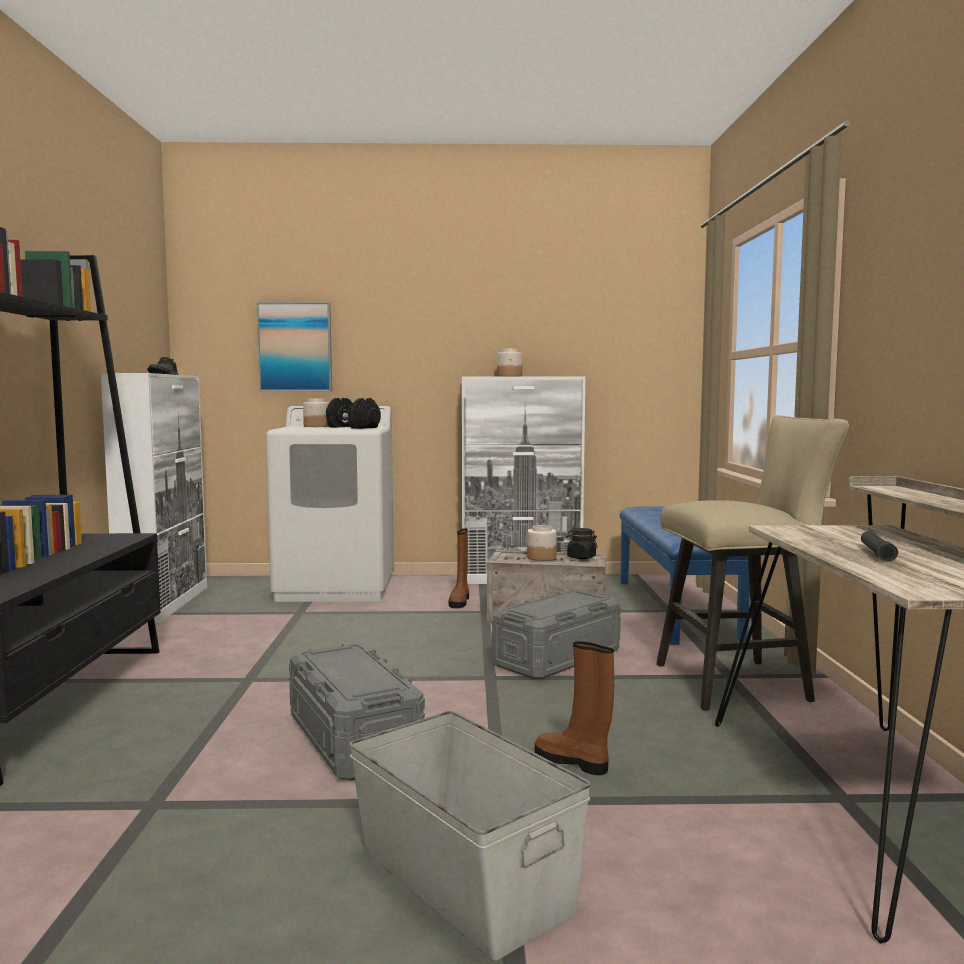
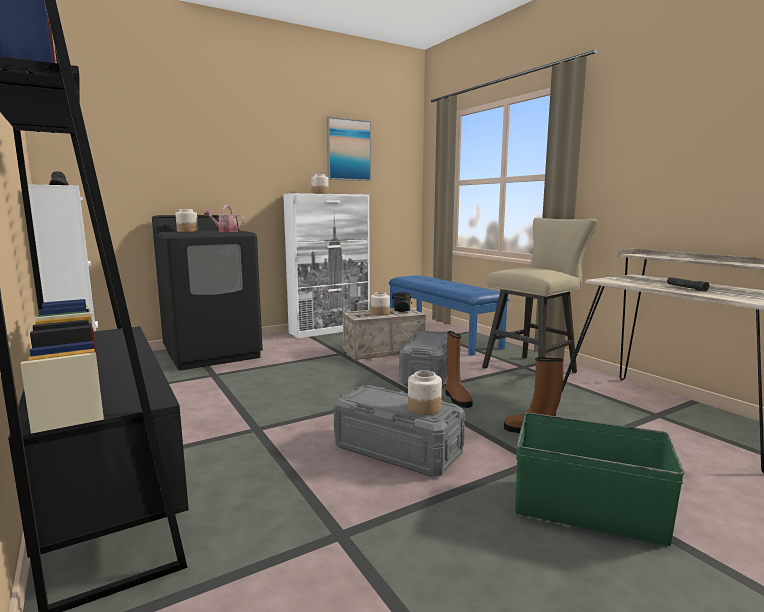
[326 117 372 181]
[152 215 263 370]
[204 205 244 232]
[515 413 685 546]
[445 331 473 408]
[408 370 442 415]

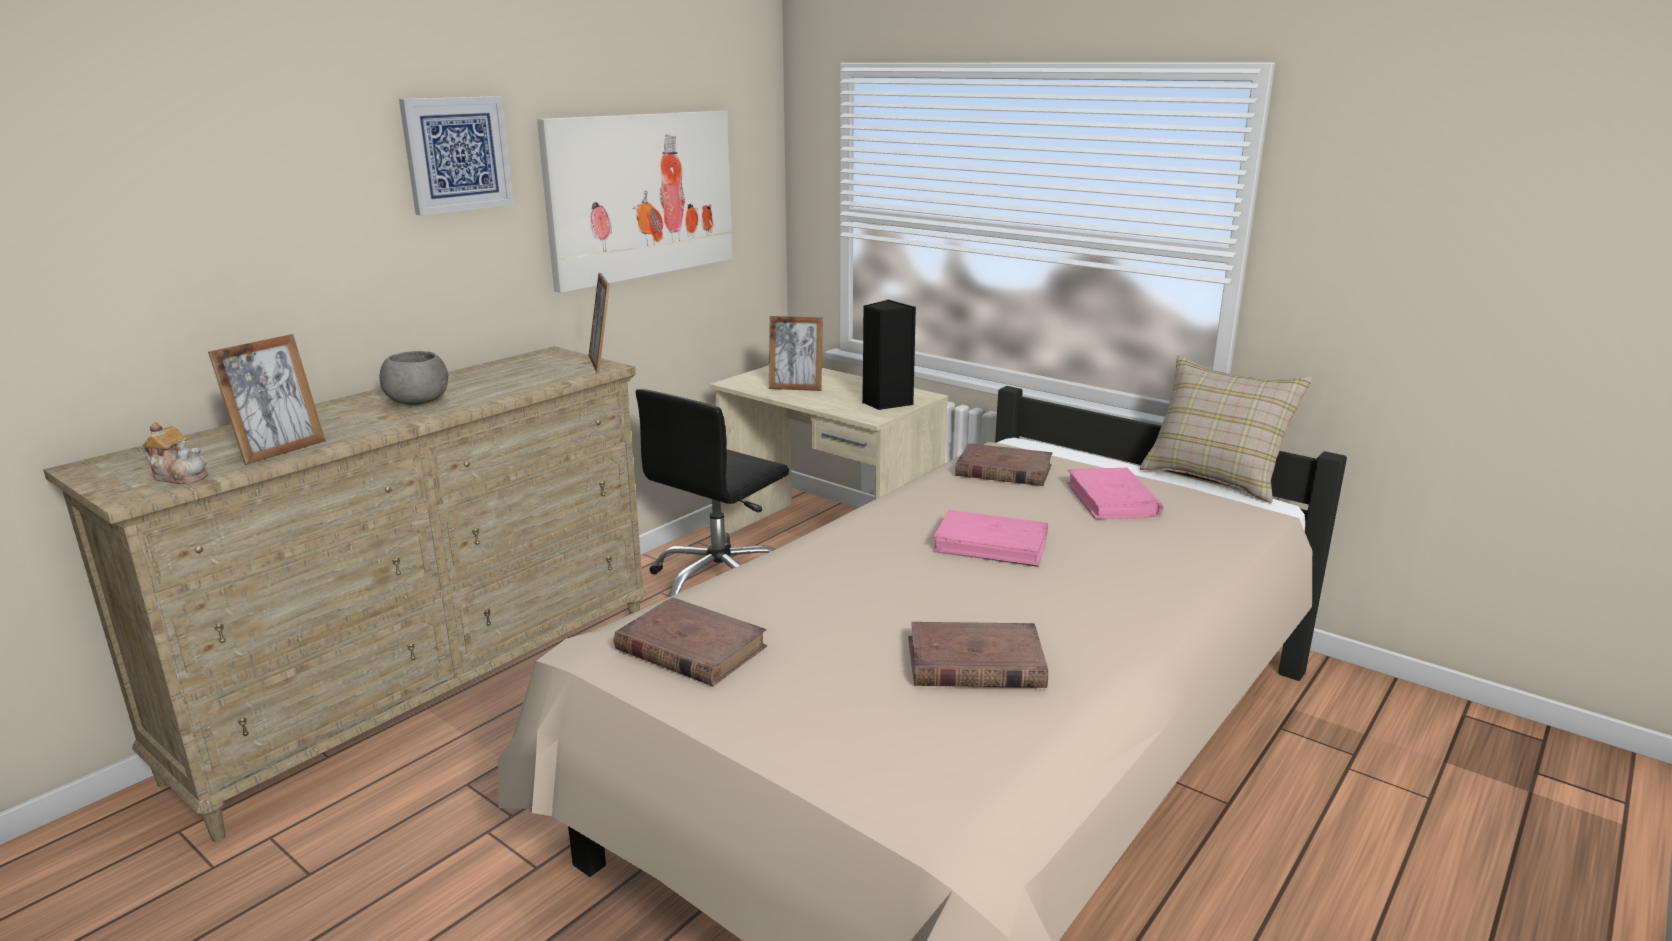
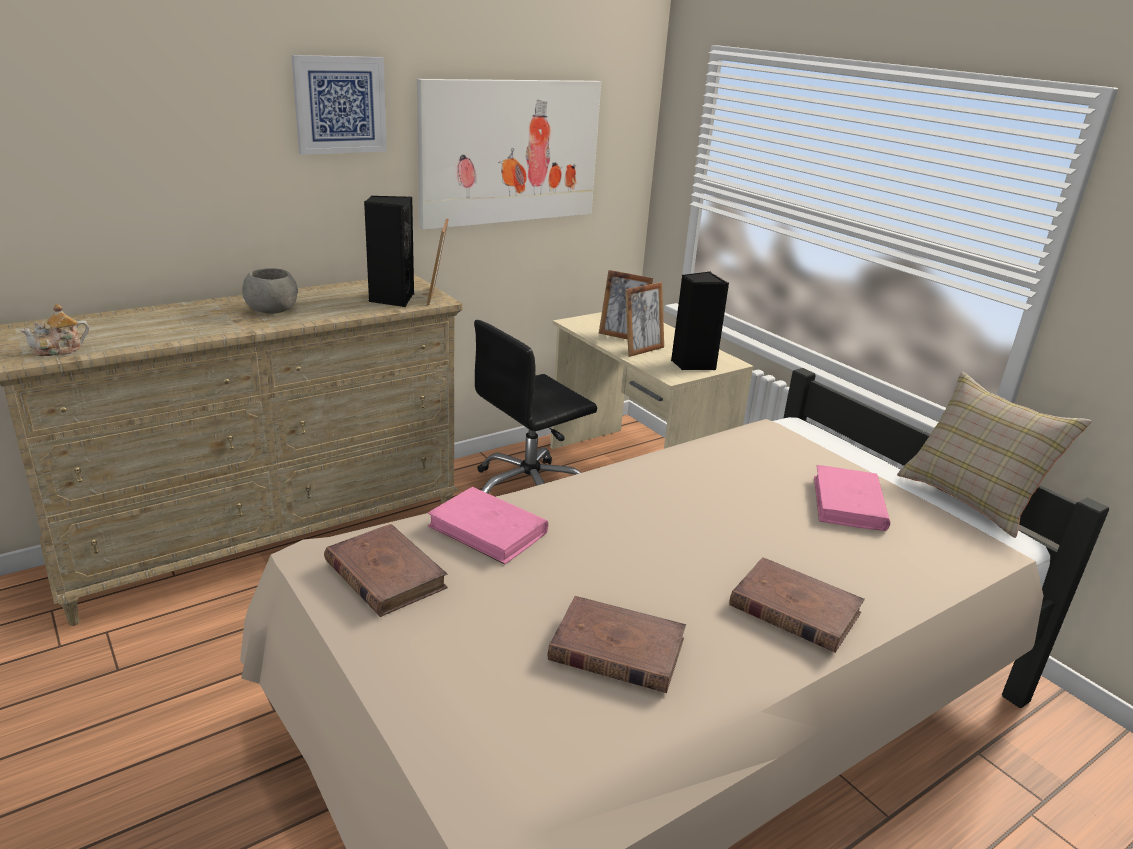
[20 304 89 356]
[625 282 664 357]
[428 487 548 565]
[729 557 865 653]
[364 196 414 307]

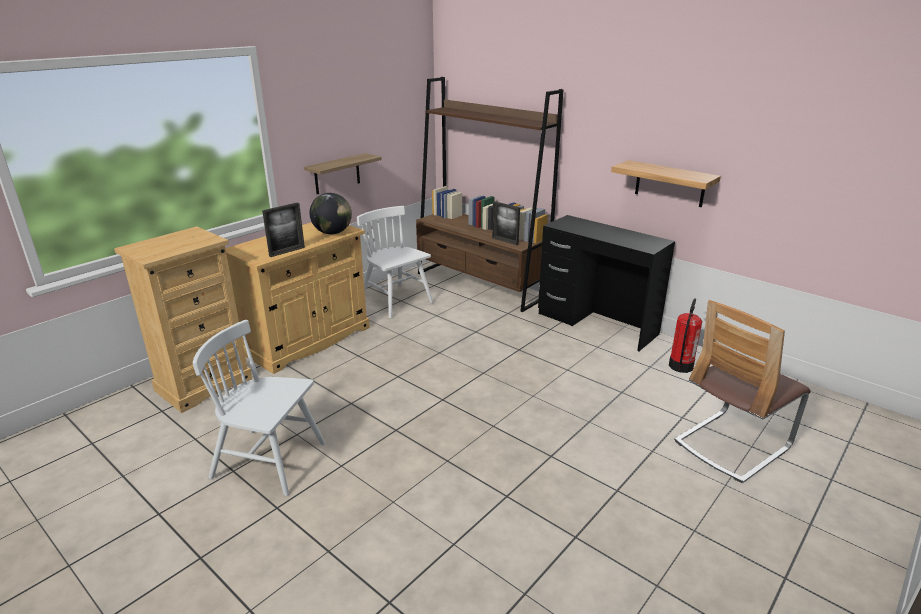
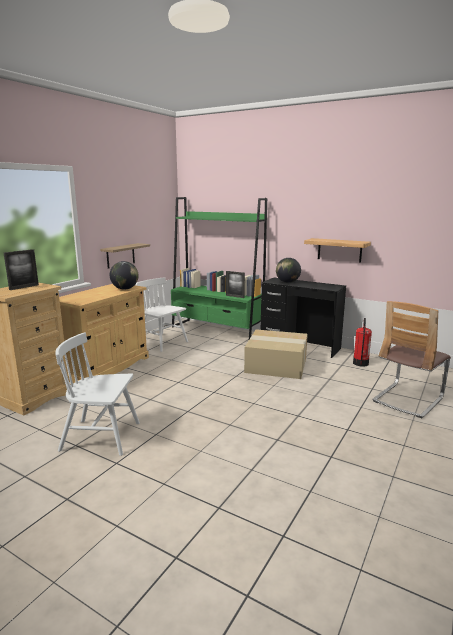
[4 249 39 290]
[171 197 267 339]
[244 329 308 379]
[276 258 301 283]

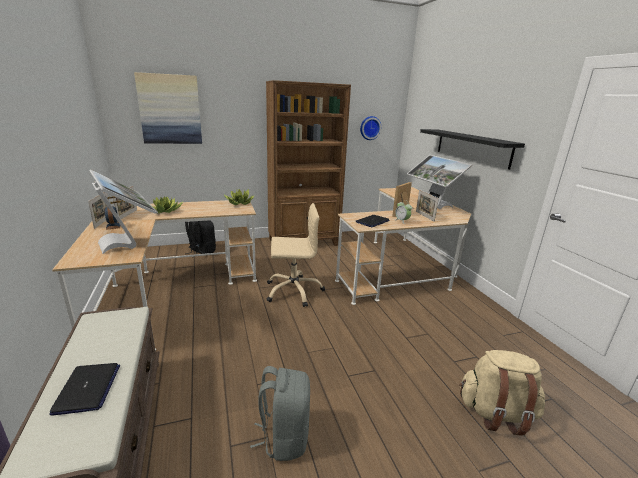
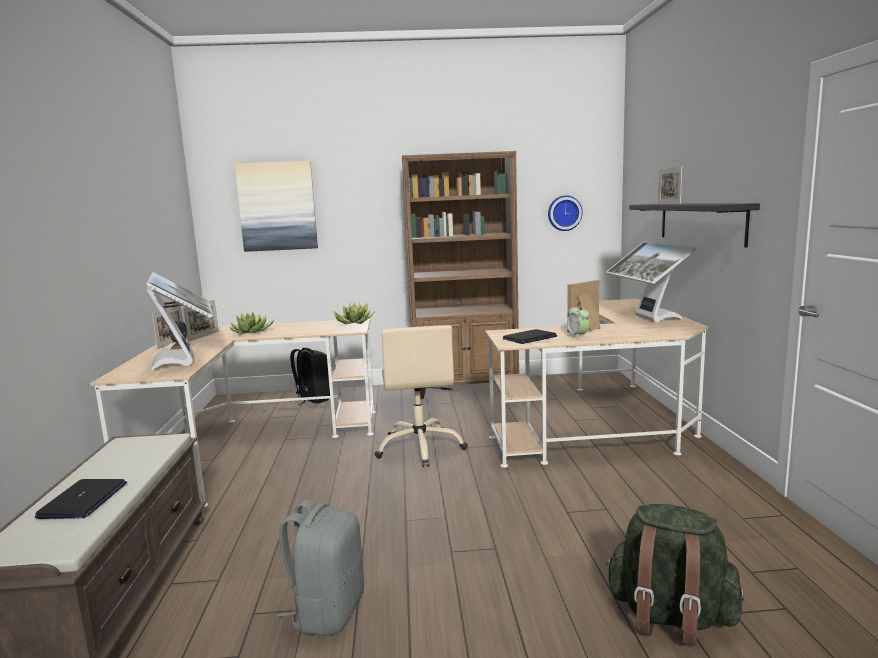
[375 325 468 467]
[658 166 682 204]
[605 504 744 646]

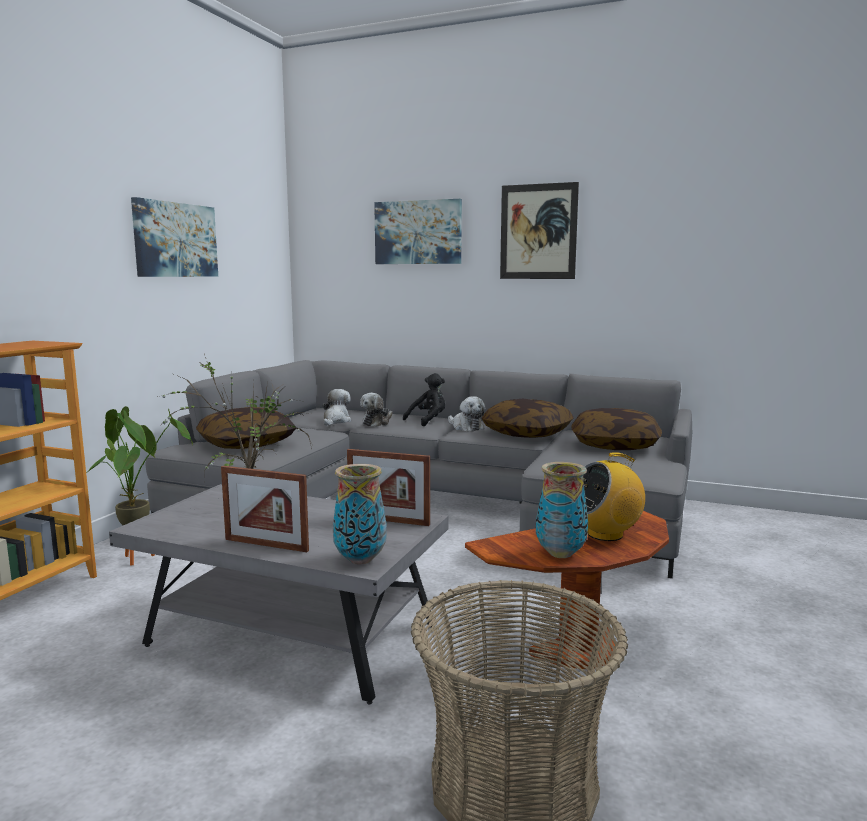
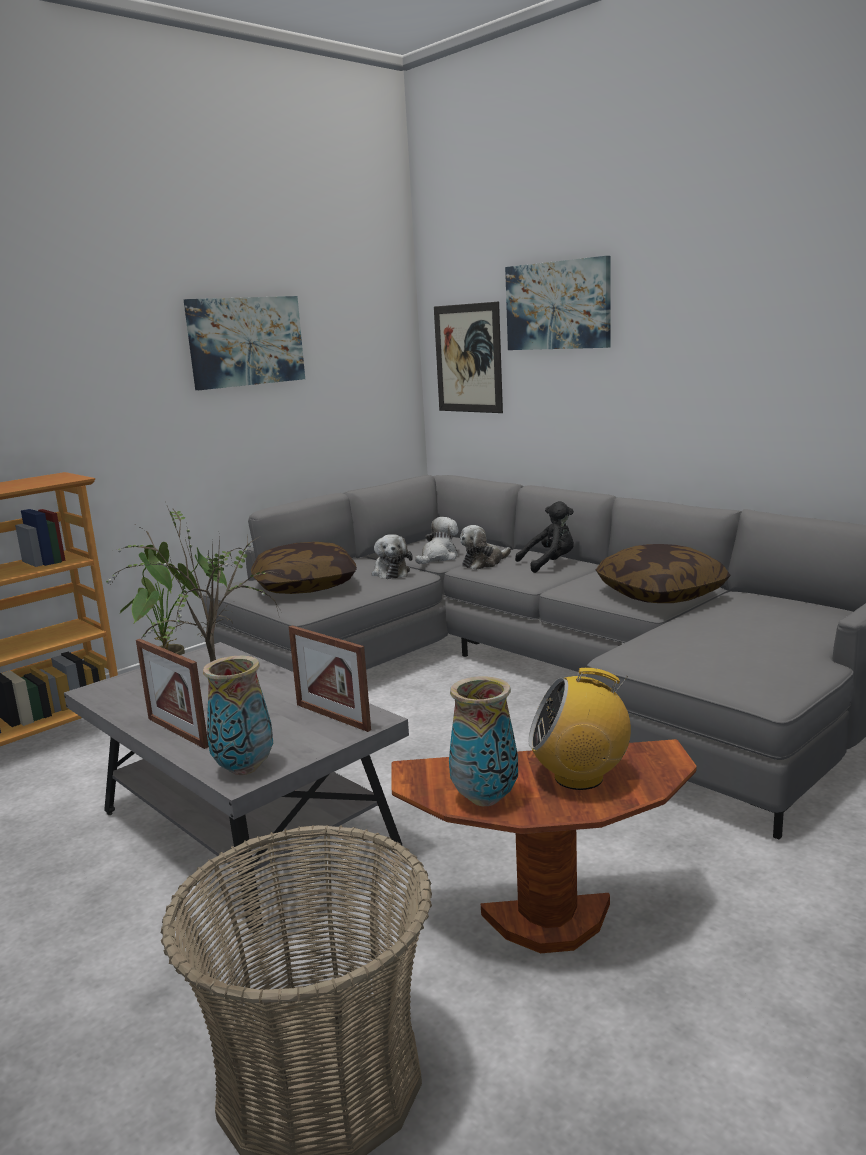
[372 534 413 579]
[434 302 503 413]
[571 408 662 450] (first image)

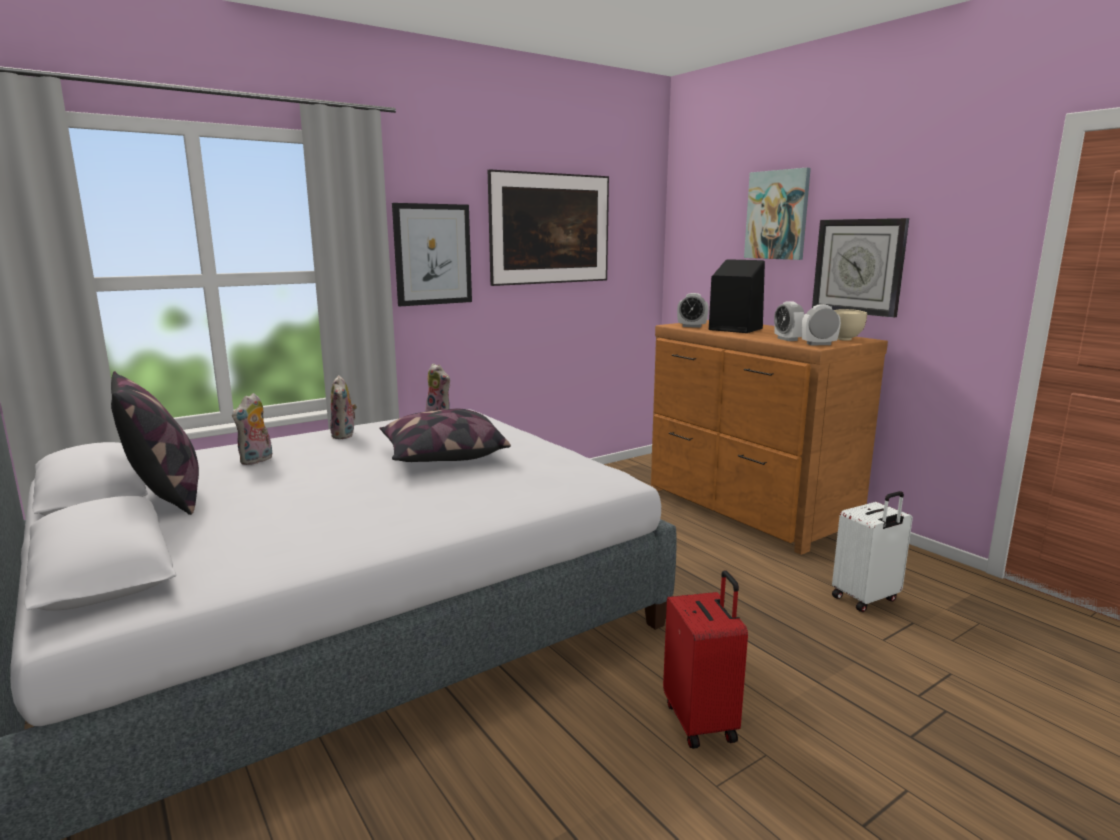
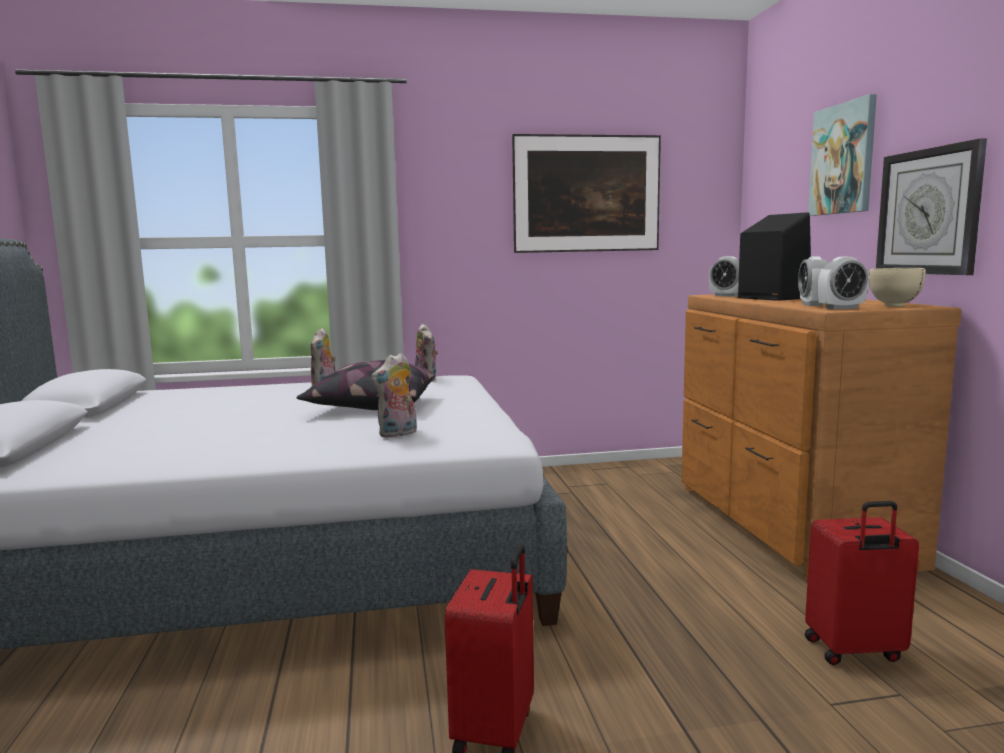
[111 371 199 515] (first image)
[371 353 417 438]
[392 203 472 306] (first image)
[818 257 869 310]
[805 501 919 665]

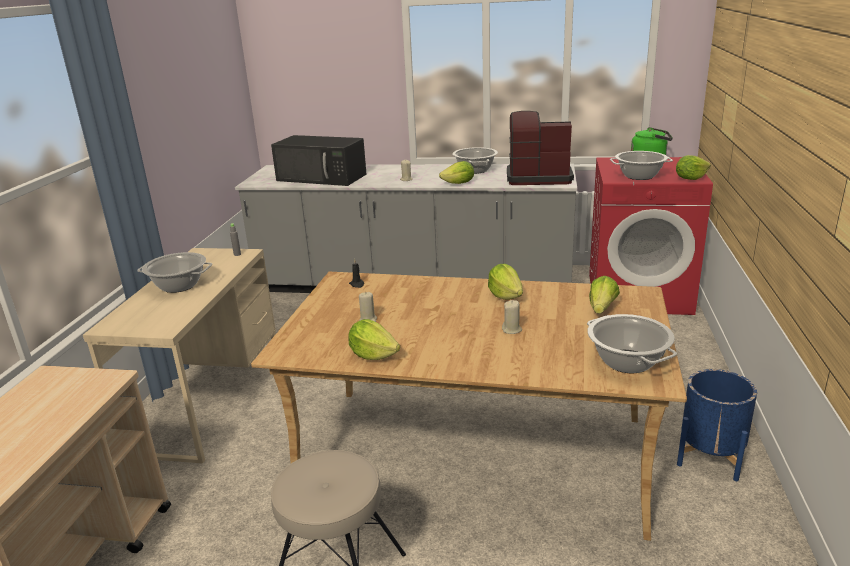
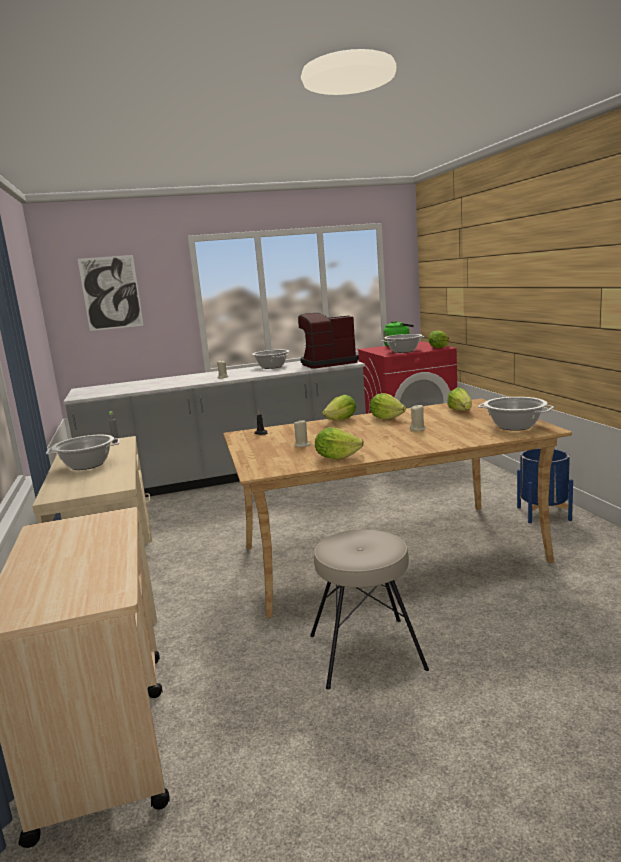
[271 135 367 186] (first image)
[322 395 356 420]
[78 255 144 331]

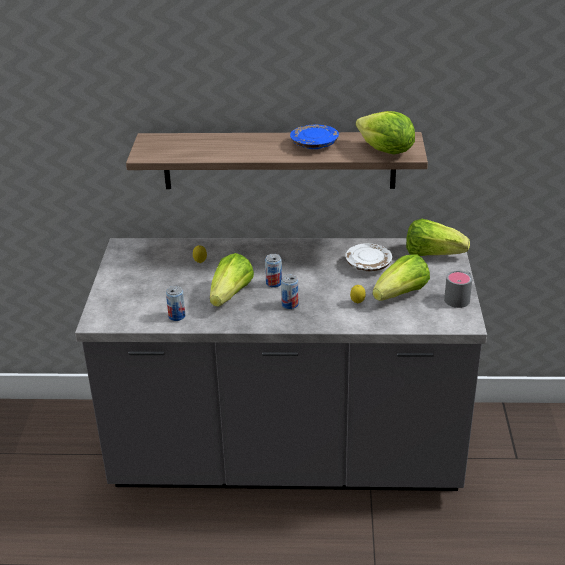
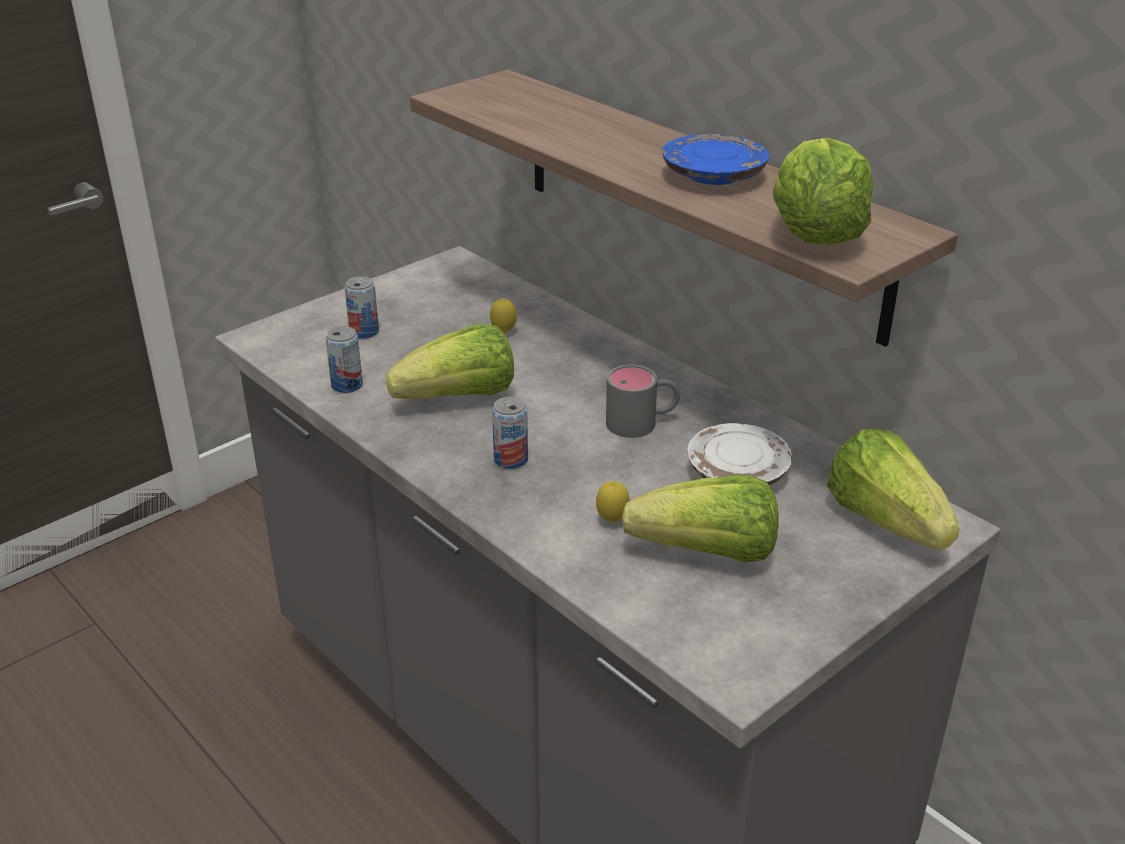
[345 276 379 339]
[606 365 680 438]

